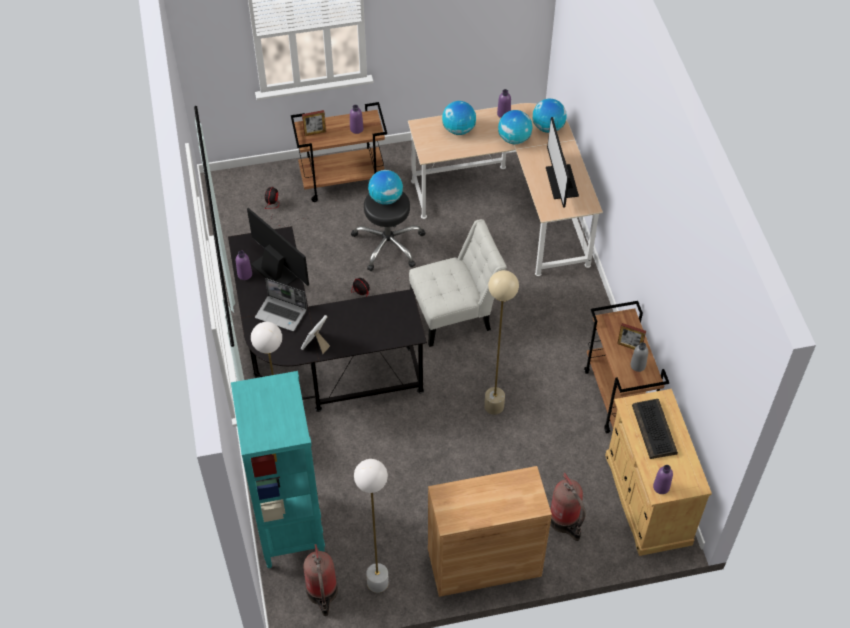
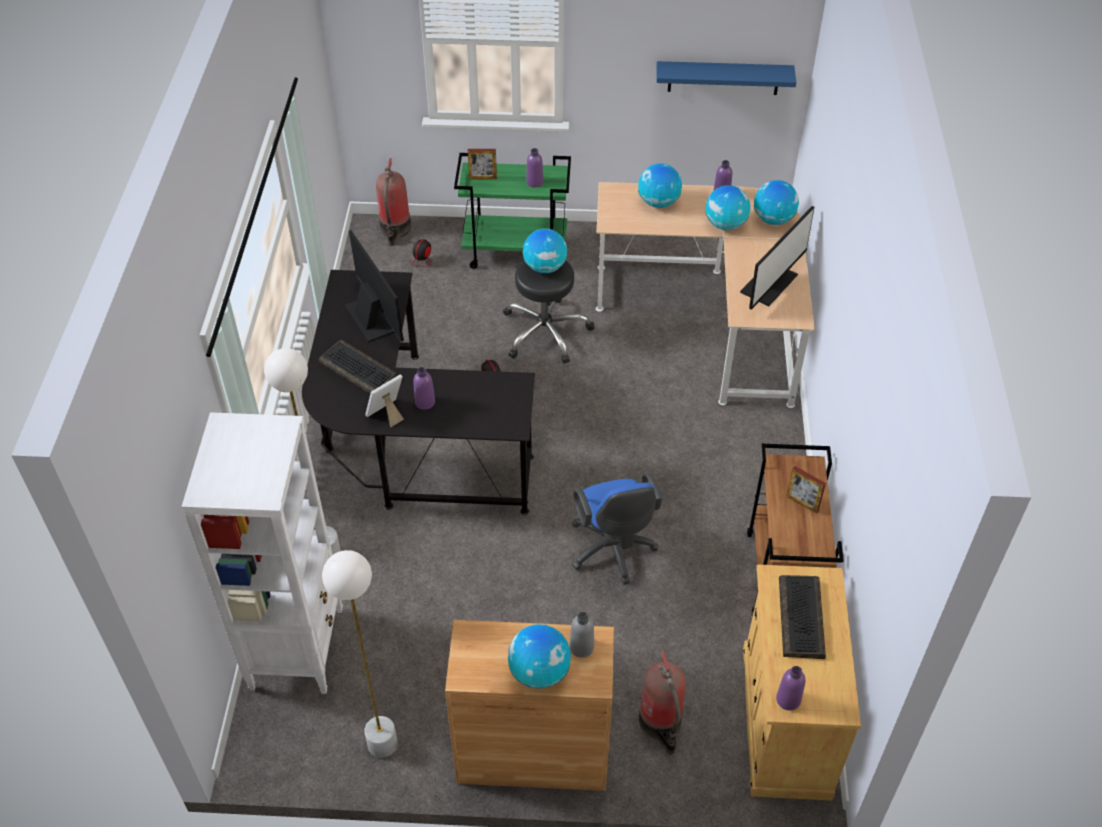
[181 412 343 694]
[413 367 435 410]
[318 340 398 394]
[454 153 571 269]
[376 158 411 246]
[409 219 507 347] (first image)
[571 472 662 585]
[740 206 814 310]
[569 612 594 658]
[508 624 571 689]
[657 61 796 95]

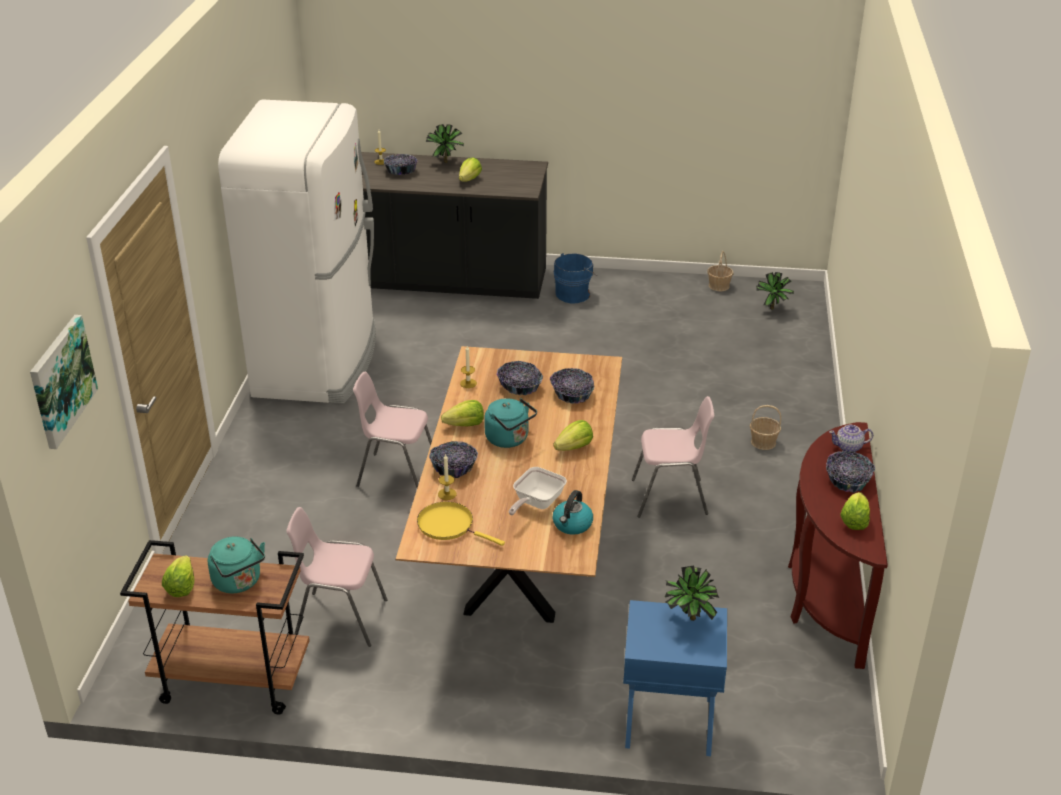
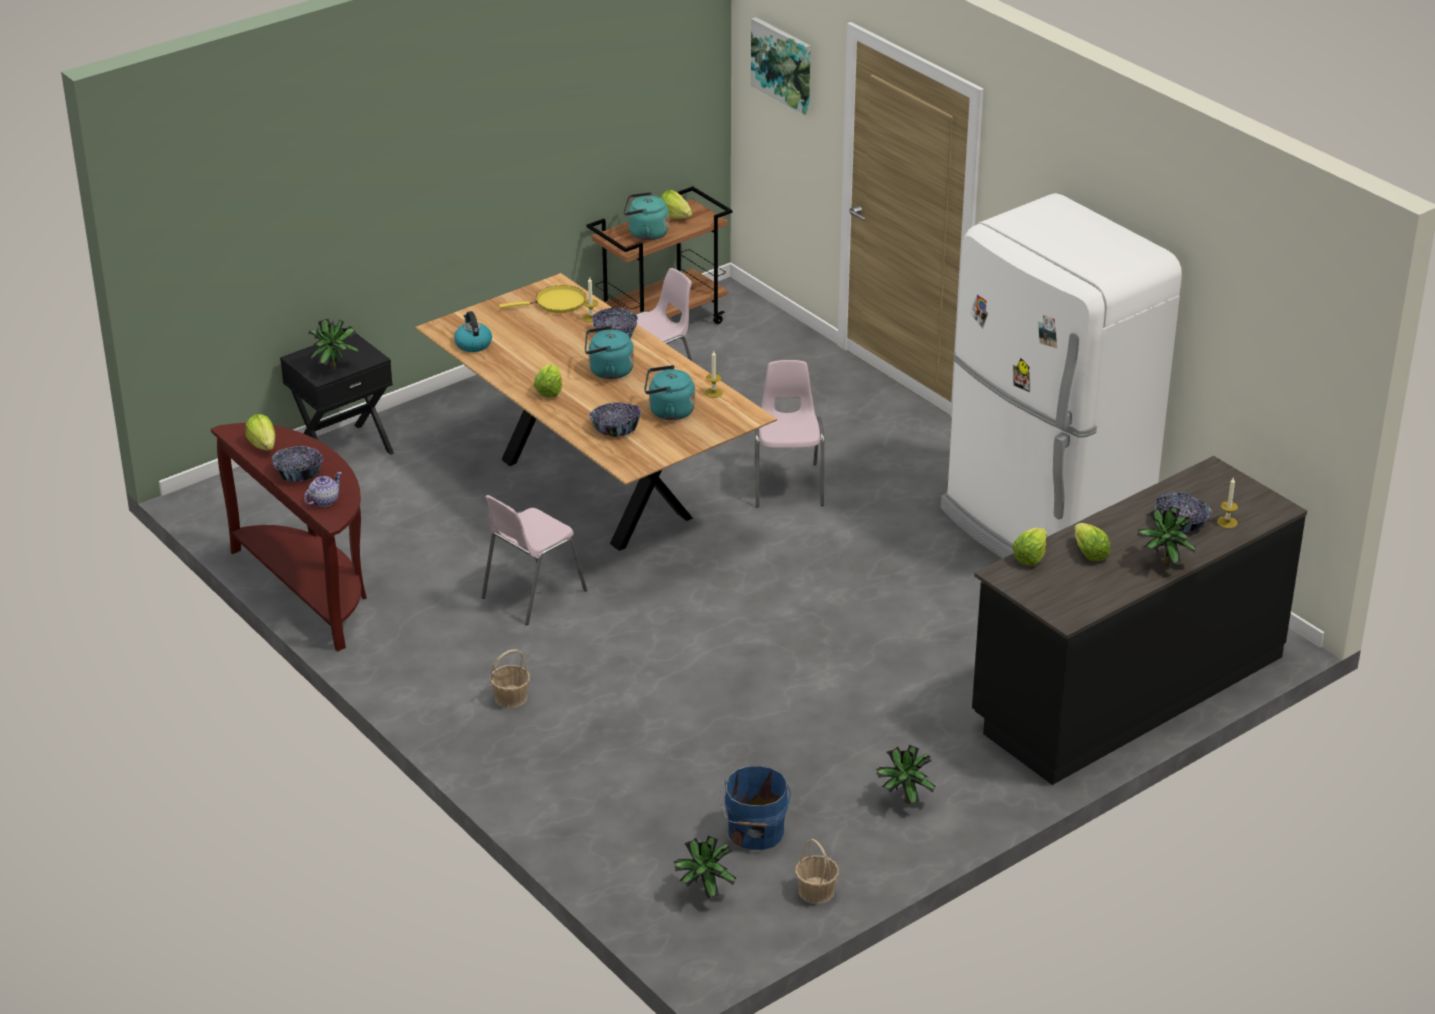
[755 360 824 508]
[1012 528 1047 566]
[644 365 695 420]
[509 467 567 515] (first image)
[721 766 791 850]
[280 334 394 455]
[876 745 935 805]

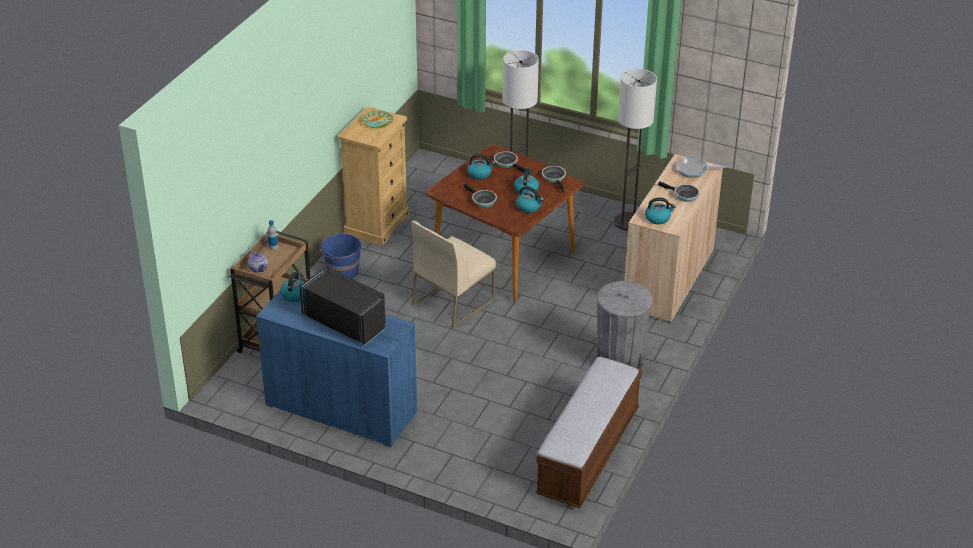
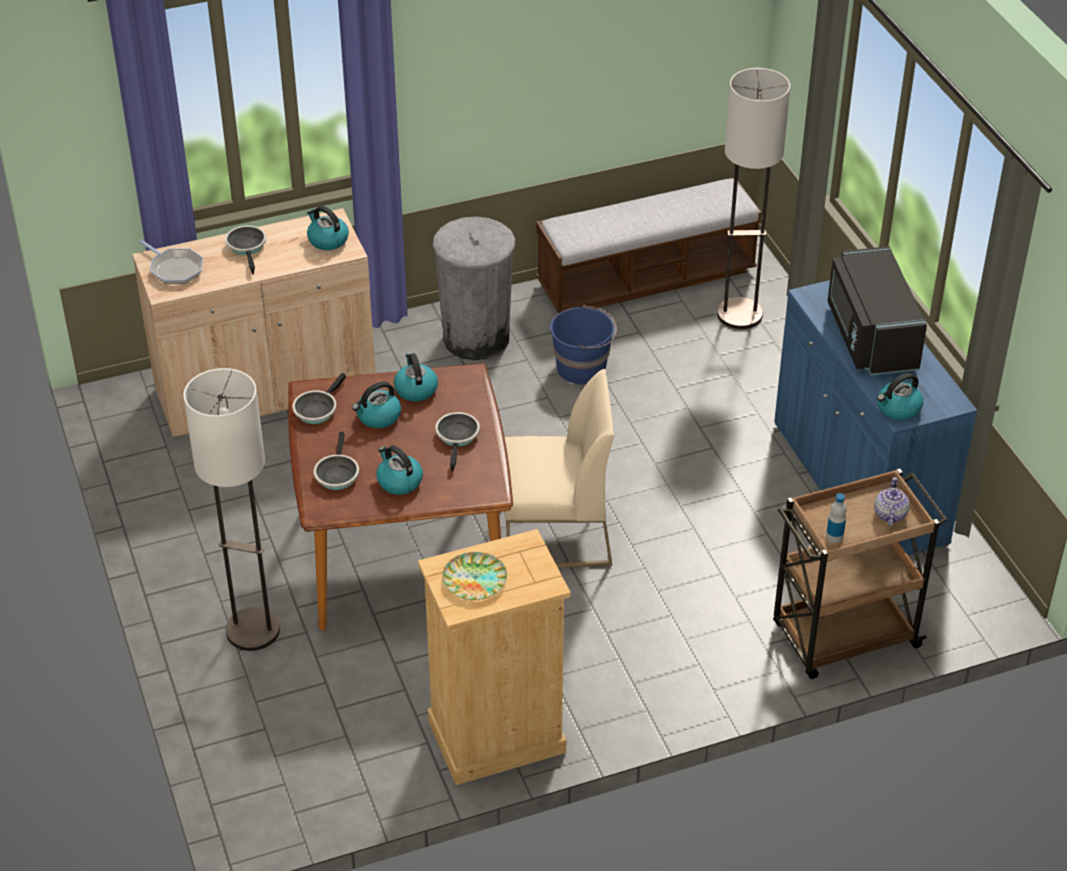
[550 305 617 384]
[717 68 791 329]

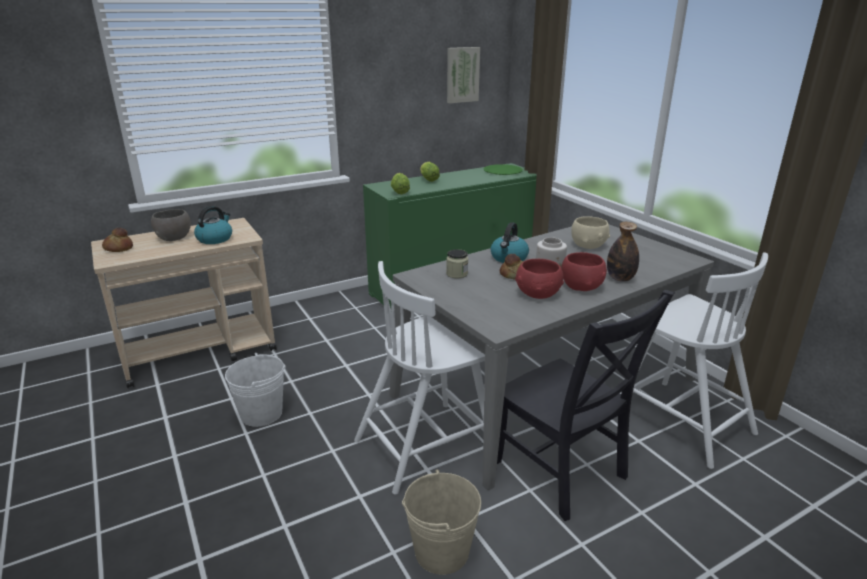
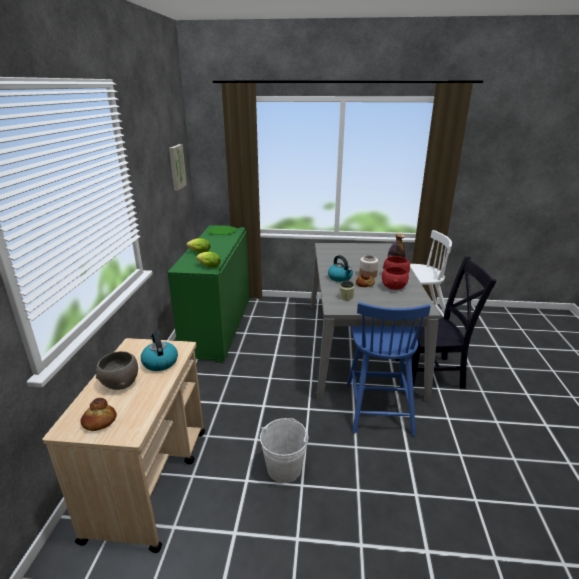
[347 302 431 436]
[402 469 481 575] (first image)
[571 216 610 249] (first image)

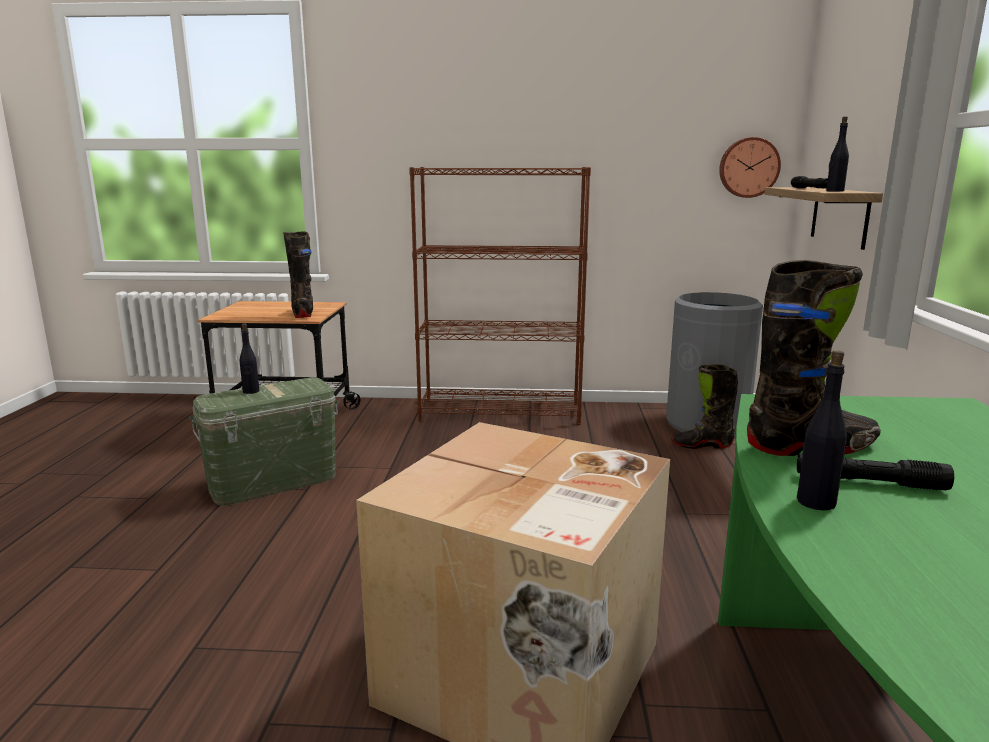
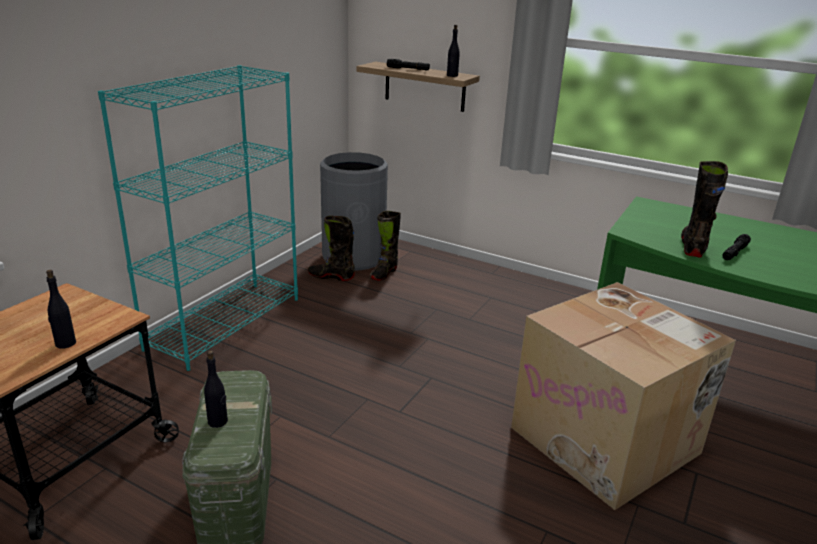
[308 216 355 281]
[98 65 298 371]
[719 137 781 198] (first image)
[46 270 76 349]

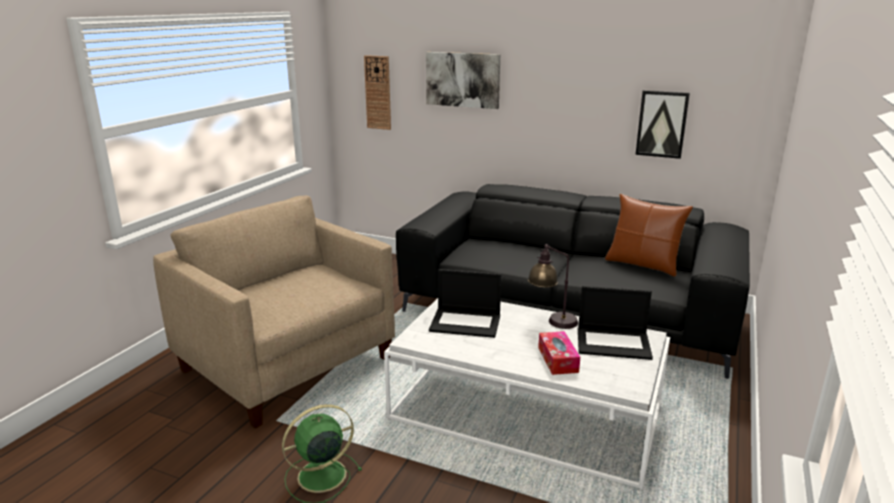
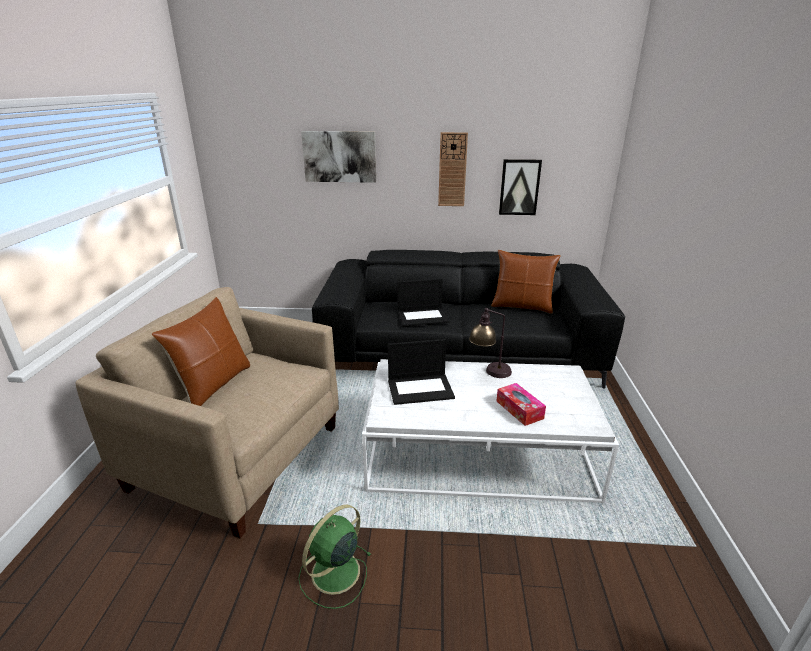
[438 132 468 206]
[397 279 450 326]
[152 297 250 406]

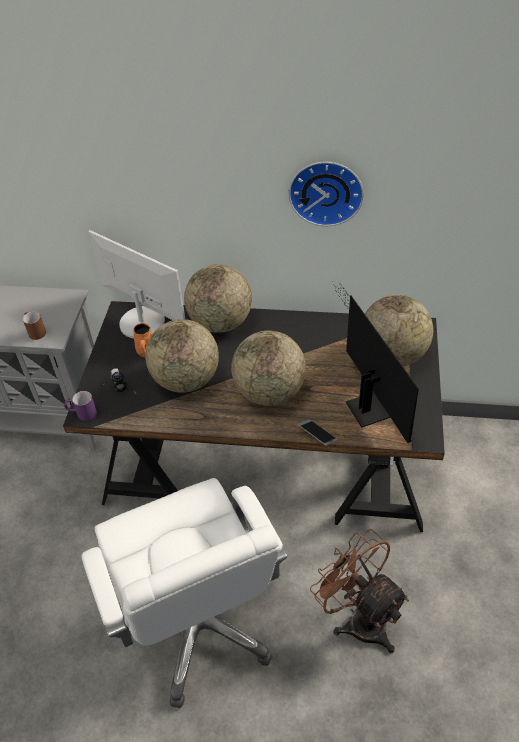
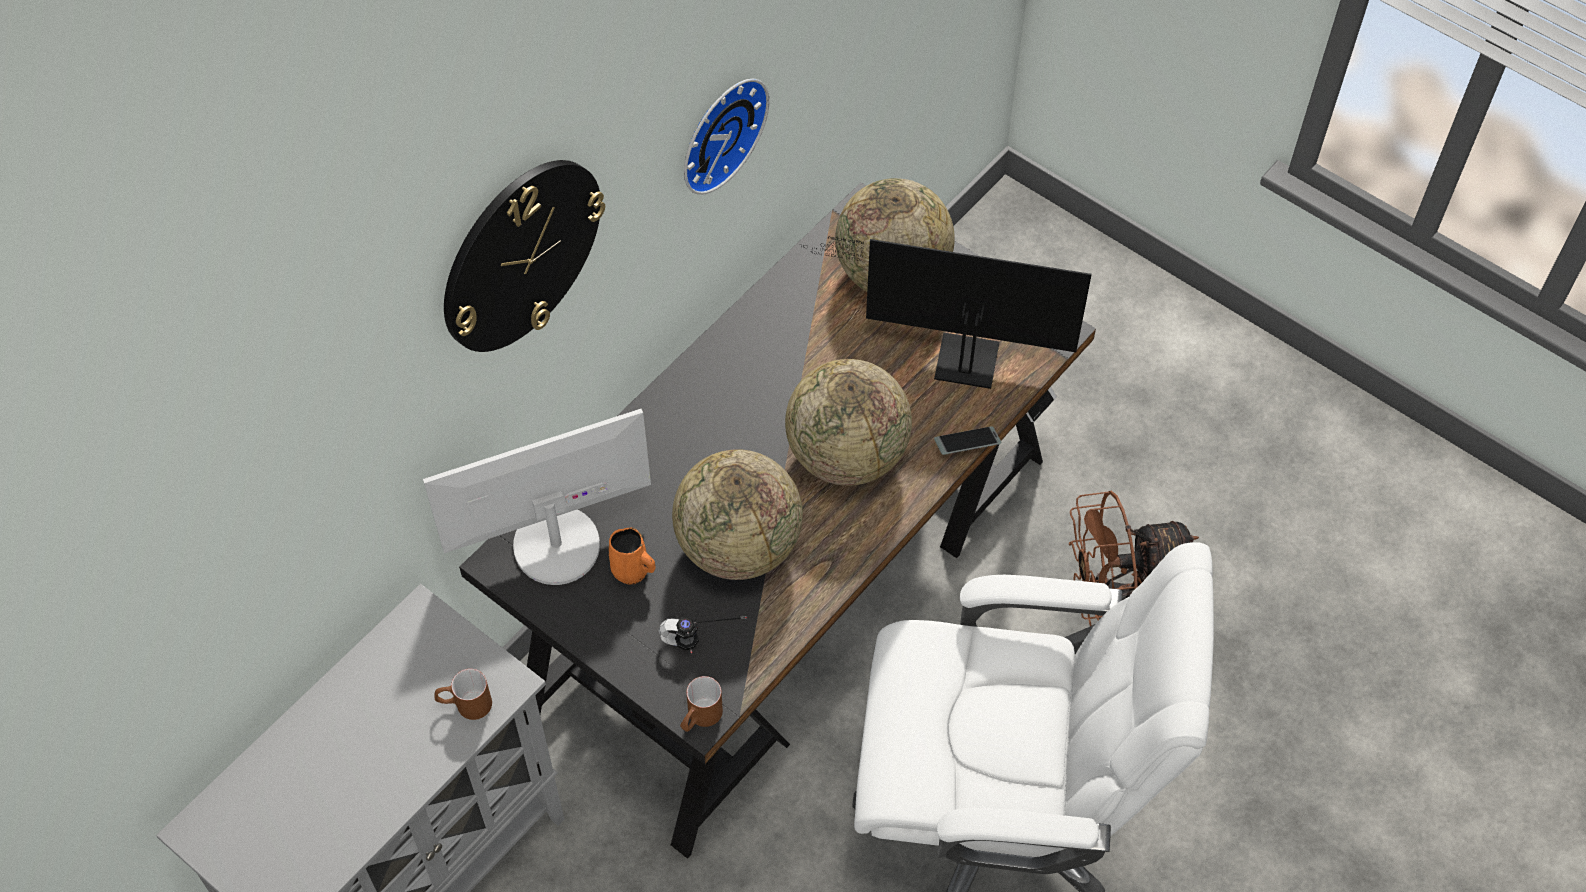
[680 676 723 732]
[184 264 252 333] (first image)
[444 160 605 352]

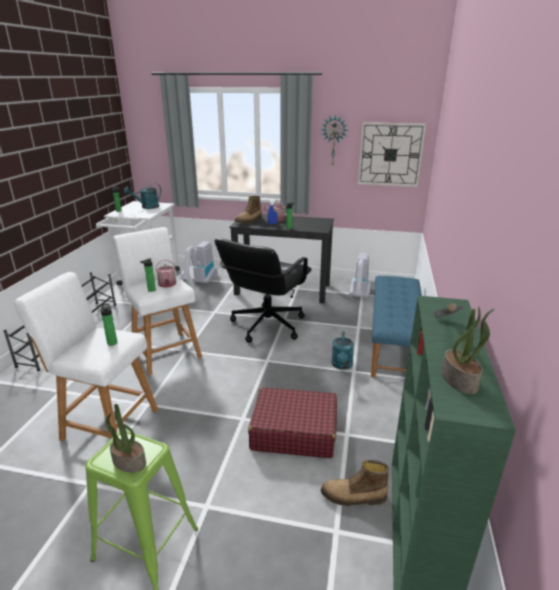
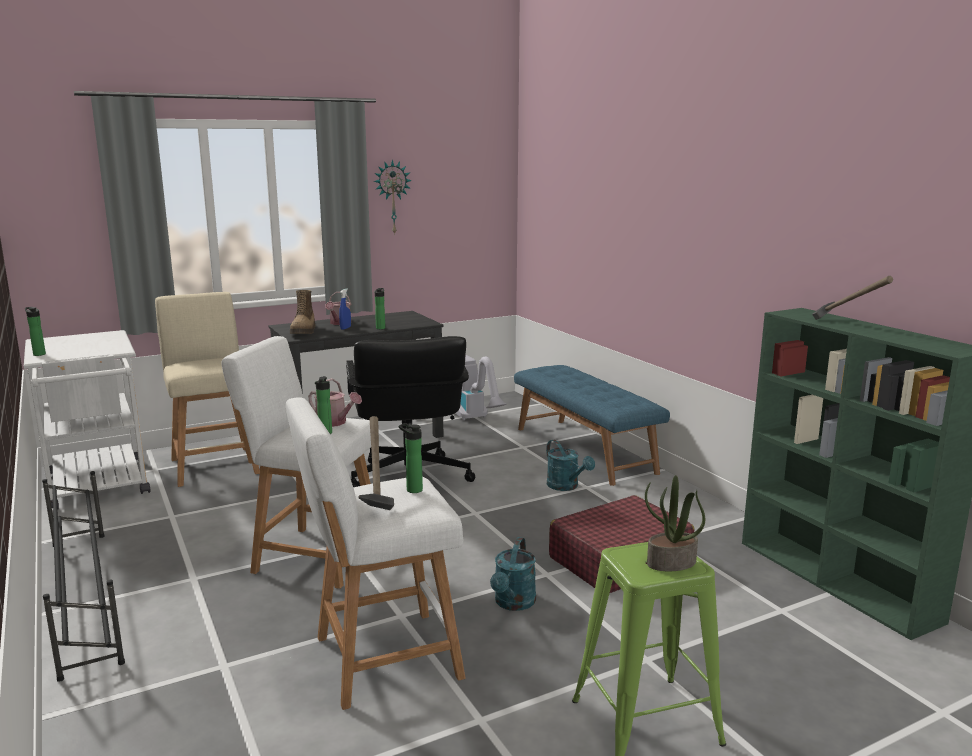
[490 537 536 611]
[155 292 260 487]
[321 460 389 506] (first image)
[358 122 426 187] (first image)
[441 307 494 394] (first image)
[358 416 394 510]

